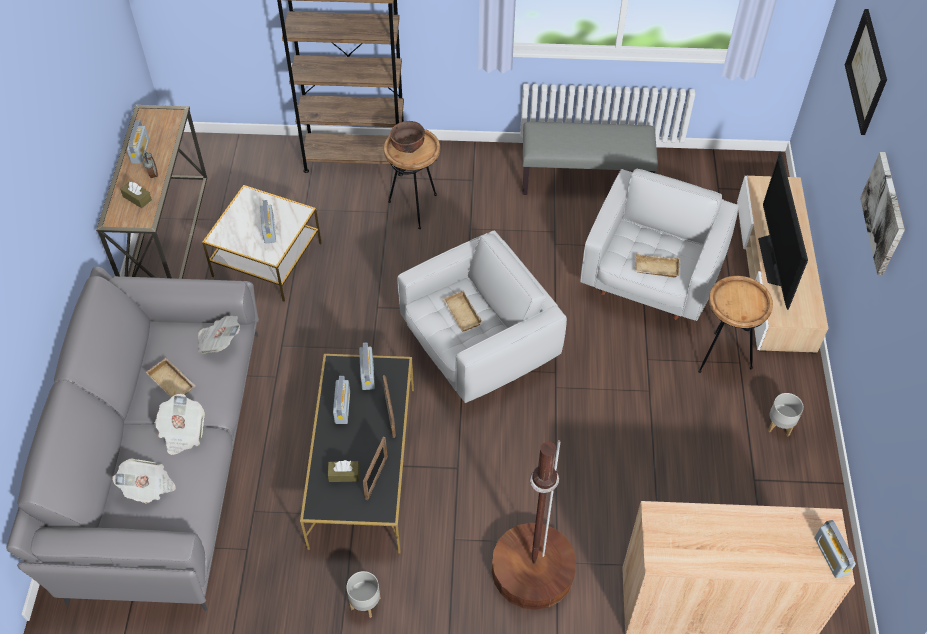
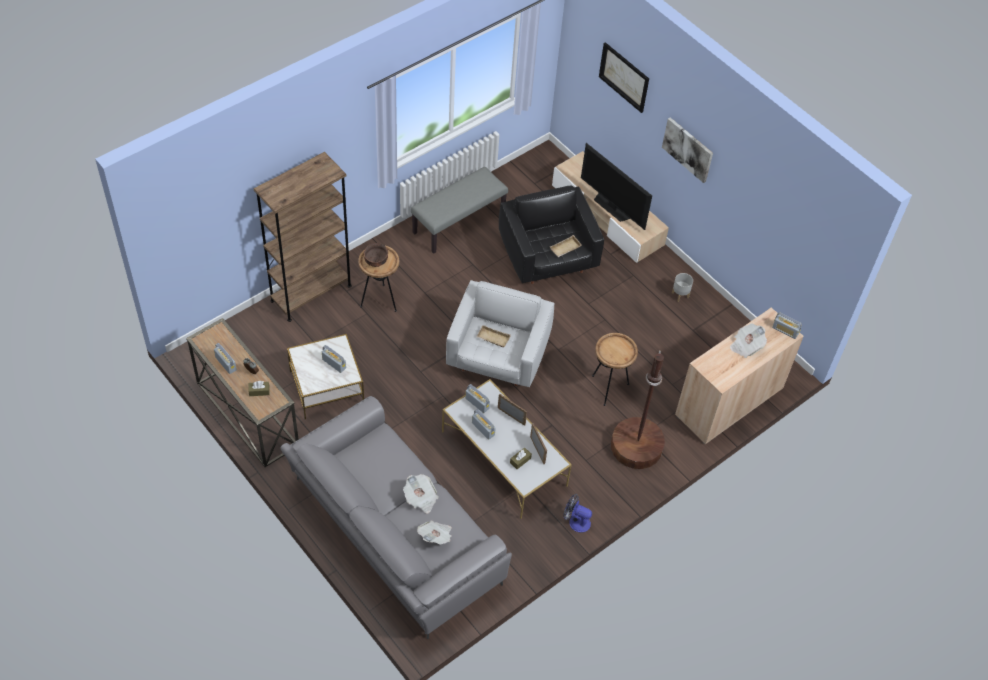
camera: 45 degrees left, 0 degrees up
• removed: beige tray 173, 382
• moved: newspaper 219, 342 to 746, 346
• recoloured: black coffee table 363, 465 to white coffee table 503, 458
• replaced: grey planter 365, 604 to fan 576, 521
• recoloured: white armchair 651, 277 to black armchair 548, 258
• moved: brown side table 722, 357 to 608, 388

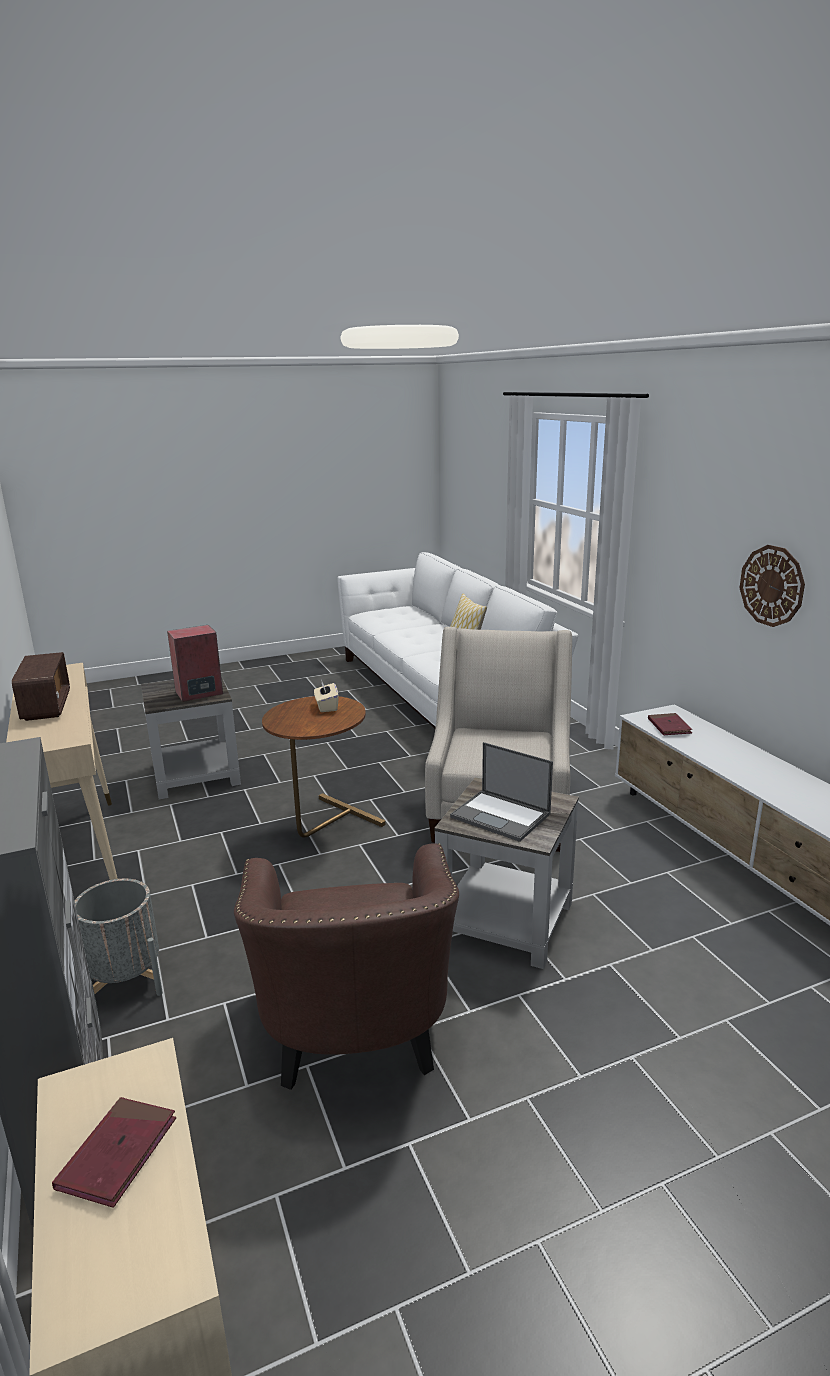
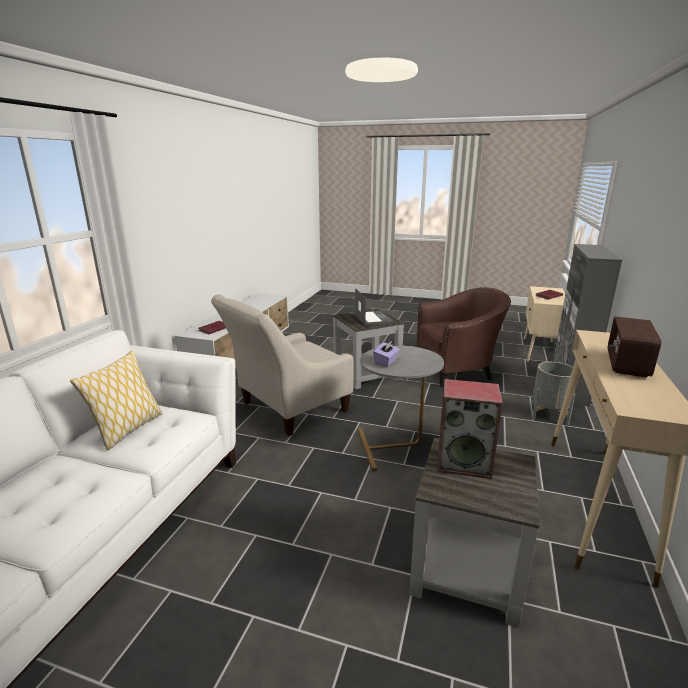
camera: 140 degrees left, 0 degrees up
• turned: brown armchair 355, 1032 = 458, 370 45 degrees clockwise
• recoloured: brown side table 323, 827 to grey side table 396, 447
• recoloured: beige tissue box 326, 707 to purple tissue box 386, 362
• removed: wall clock 772, 585

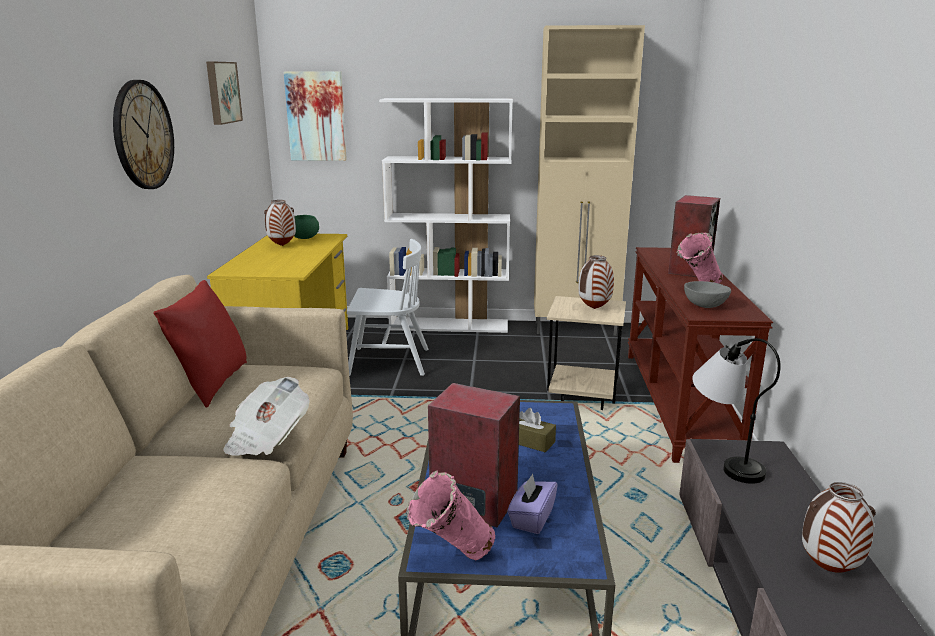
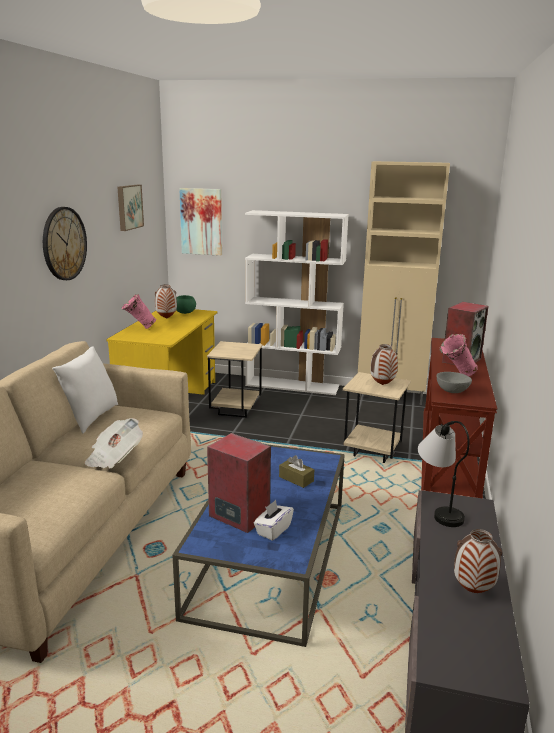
camera: 10 degrees right, 0 degrees up
• recoloured: red pillow 211, 384 to white pillow 90, 418
• replaced: white chair 388, 362 to beige side table 236, 410
• moved: pink vase 450, 560 to 139, 328
• recoloured: purple tissue box 531, 518 to white tissue box 273, 530

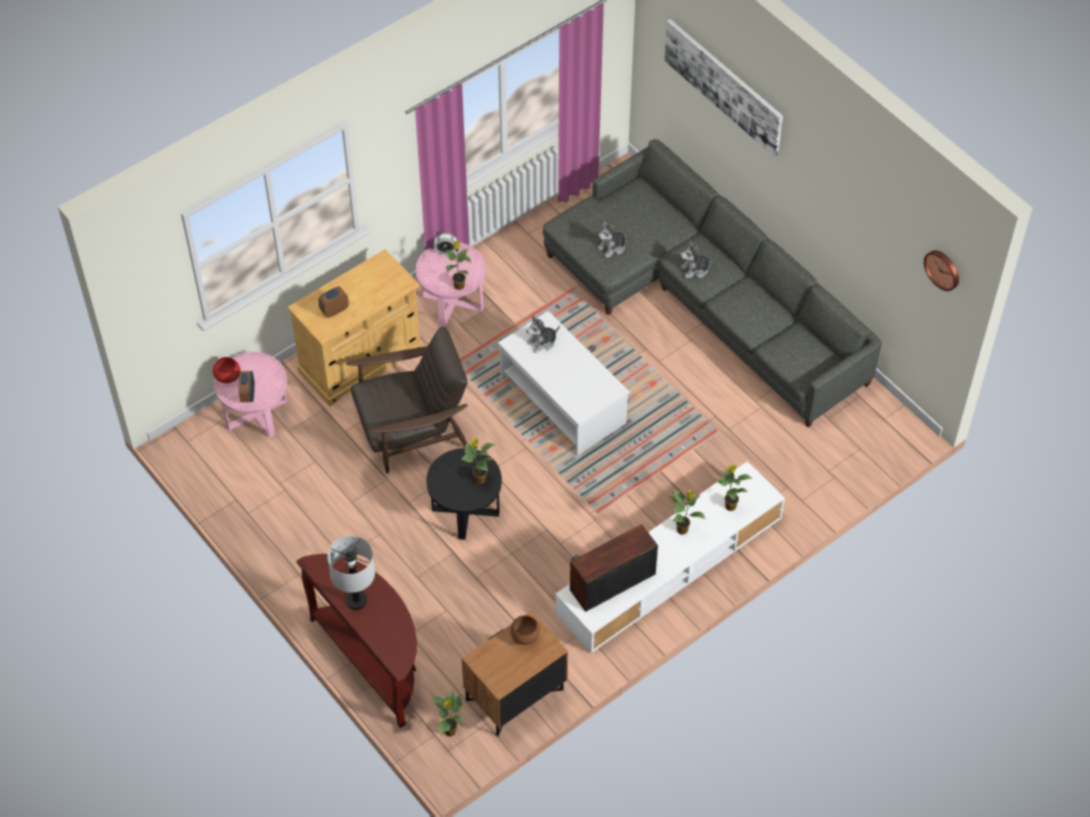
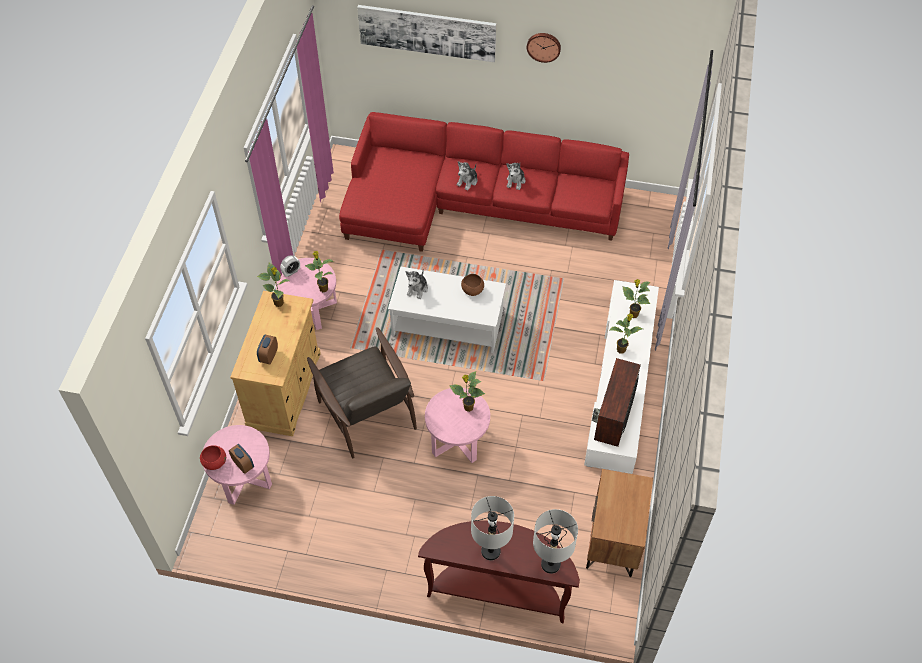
camera: 40 degrees left, 0 degrees up
• turned: brown armchair 411, 429 = 366, 412 120 degrees clockwise
• recoloured: black side table 465, 510 to pink side table 457, 440
• moved: potted plant 450, 732 to 279, 303
• moved: brown bowl 524, 636 to 472, 290
• recoloured: grey sofa 704, 298 to red sofa 471, 203
• moved: plush toy 612, 247 to 515, 181
• moved: wall clock 943, 269 to 544, 46
• added: grey table lamp 550, 564

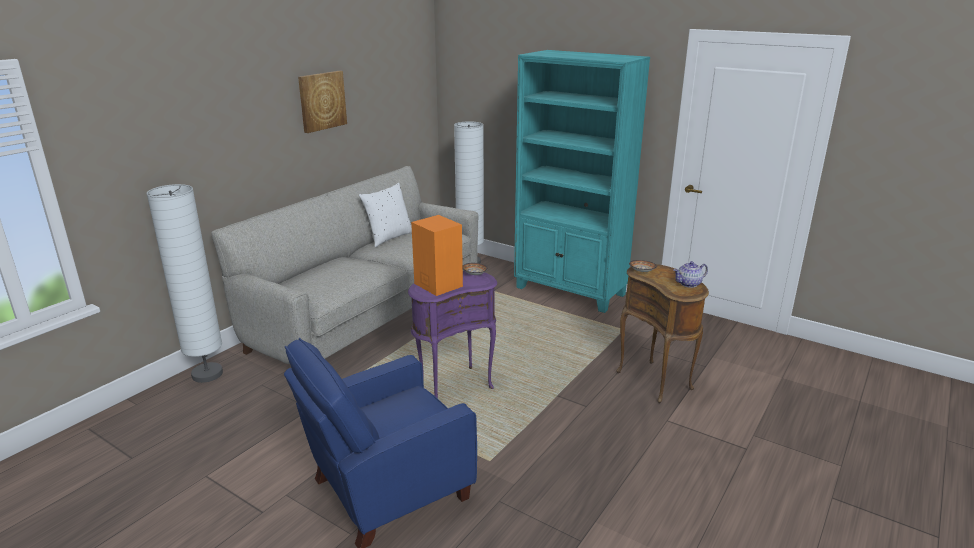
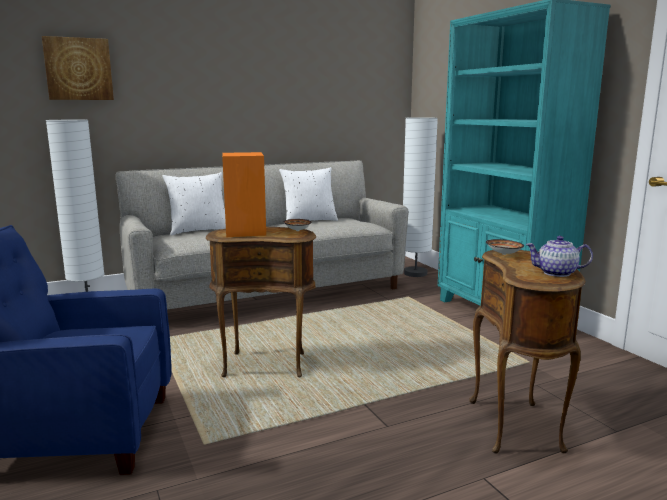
camera: 30 degrees right, 10 degrees down
• moved: picture 322, 101 to 78, 69
• recoloured: purple side table 454, 385 to brown side table 266, 364
• added: white pillow 198, 230

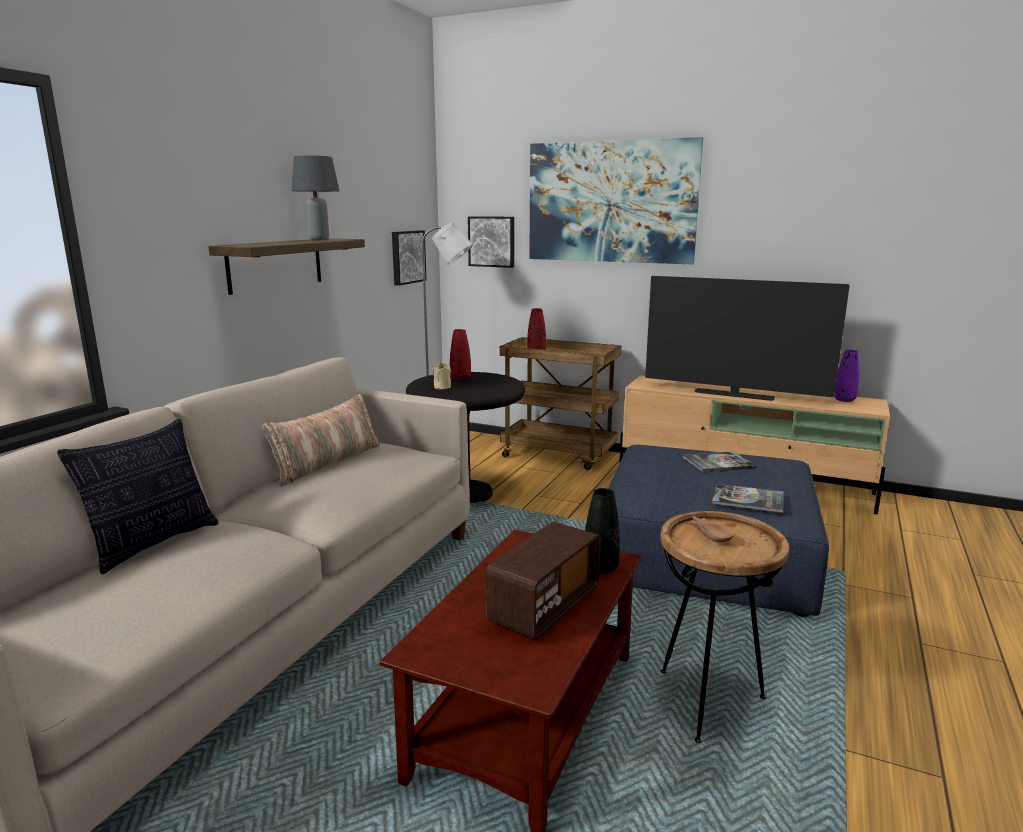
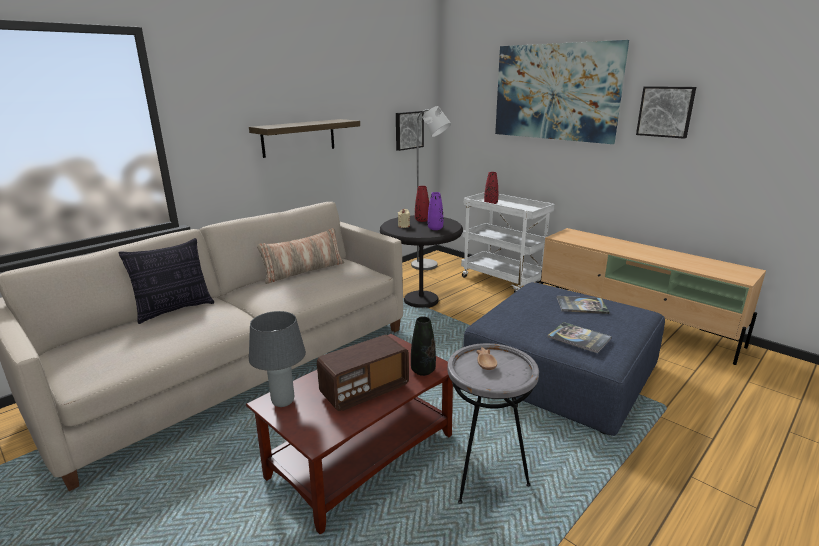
camera: 20 degrees right, 5 degrees up
• moved: grey table lamp 319, 239 to 283, 401
• moved: picture 492, 241 to 665, 111
• recoloured: brown cart 559, 455 to white cart 503, 280
• removed: television 734, 395
• recoloured: brown side table 707, 703 to grey side table 485, 478
• moved: purple vase 844, 400 to 435, 228

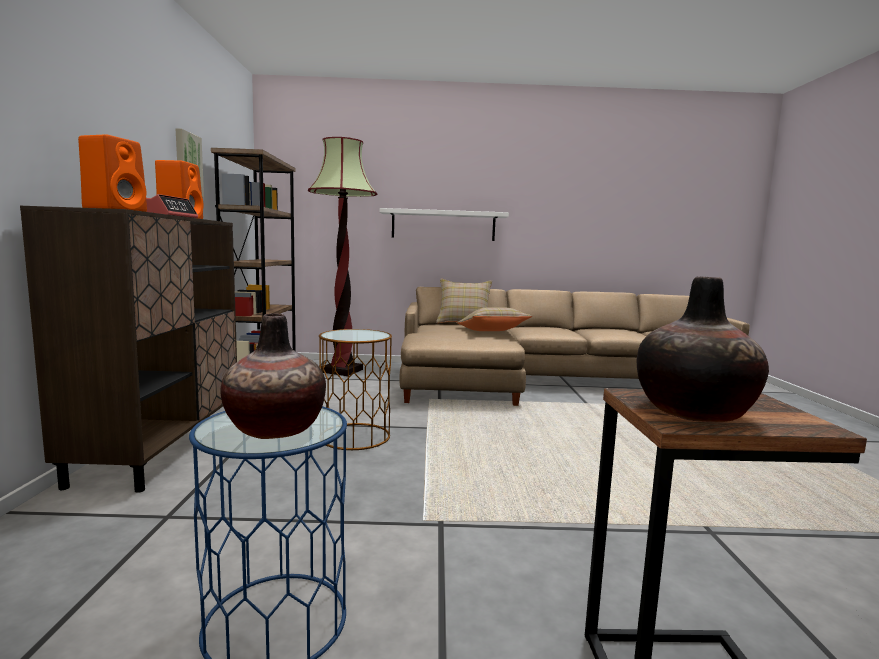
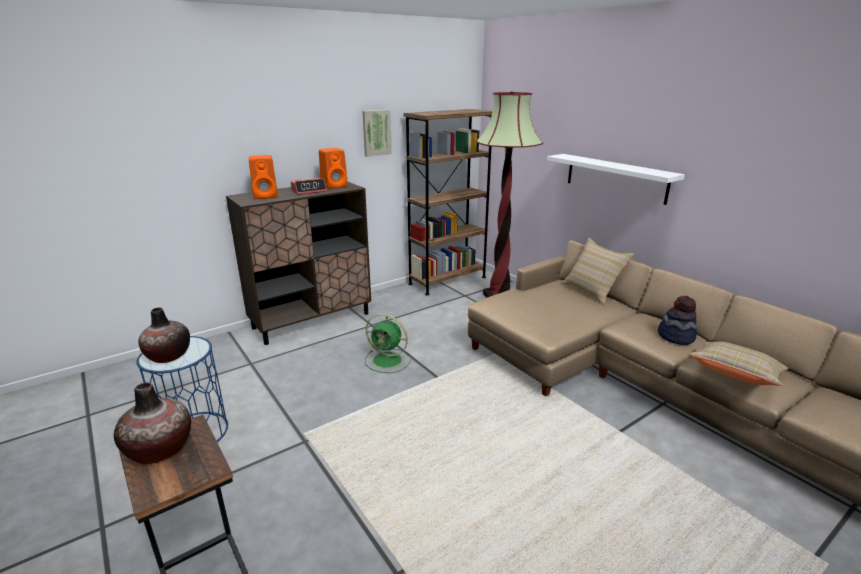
camera: 55 degrees right, 15 degrees up
• replaced: brown side table 355, 436 to green fan 388, 360
• moved: beige pillow 492, 332 to 734, 376
• added: hat 675, 336

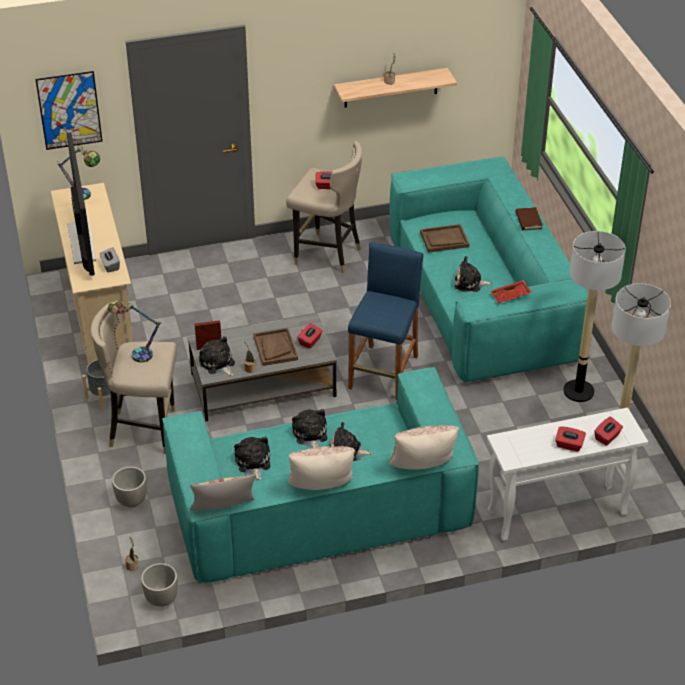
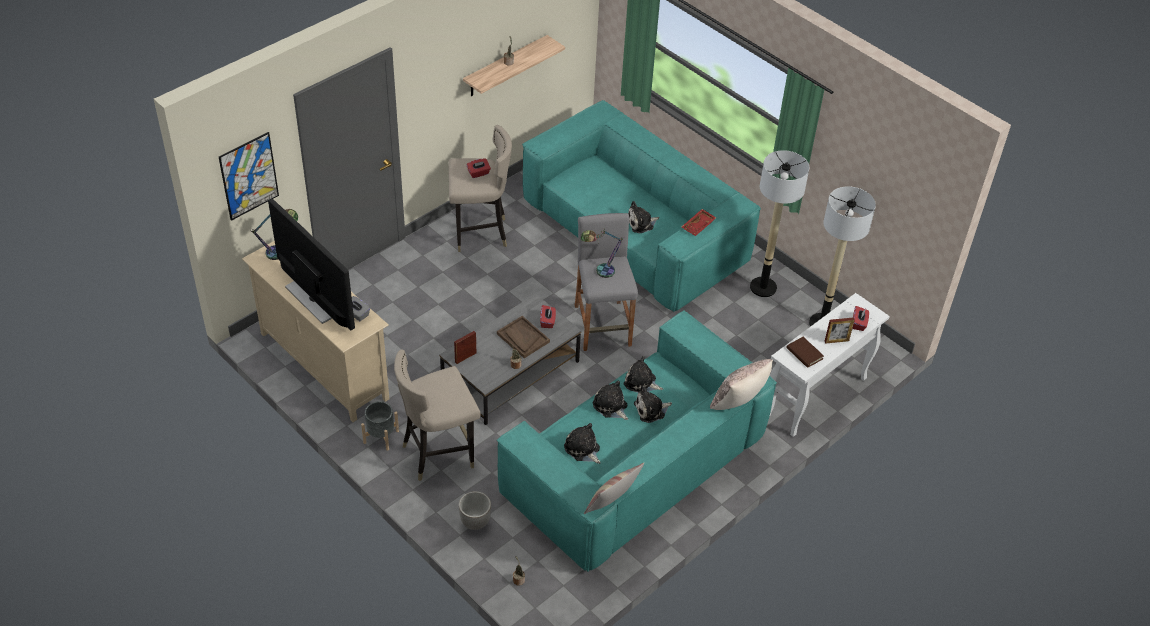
camera: 30 degrees left, 5 degrees up
• moved: table lamp 136, 353 to 599, 271
• removed: planter 161, 599
• moved: plush toy 218, 364 to 641, 383
• removed: beige pillow 321, 489
• recoloured: blue stool 384, 372 to grey stool 602, 325
• removed: brown tray 444, 239
• moved: brown book 528, 220 to 804, 353
• replaced: red tissue box 569, 445 to picture frame 836, 341

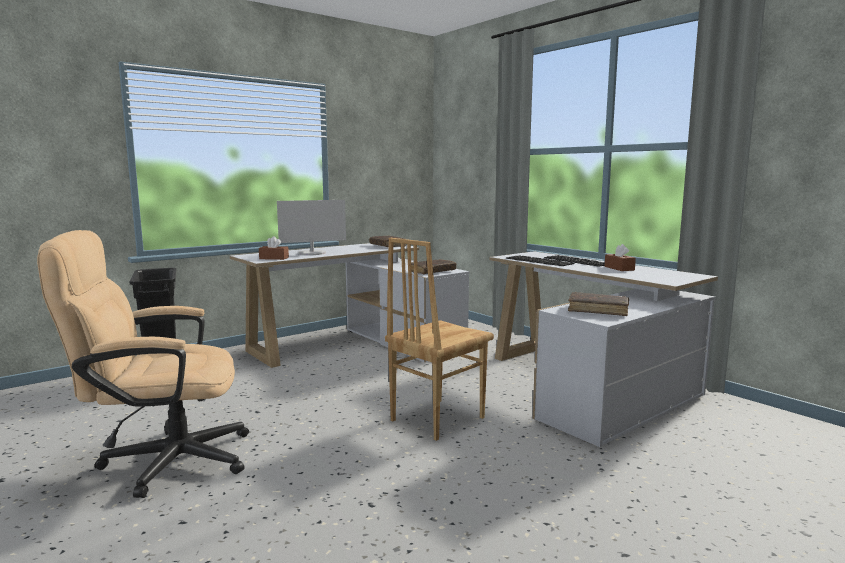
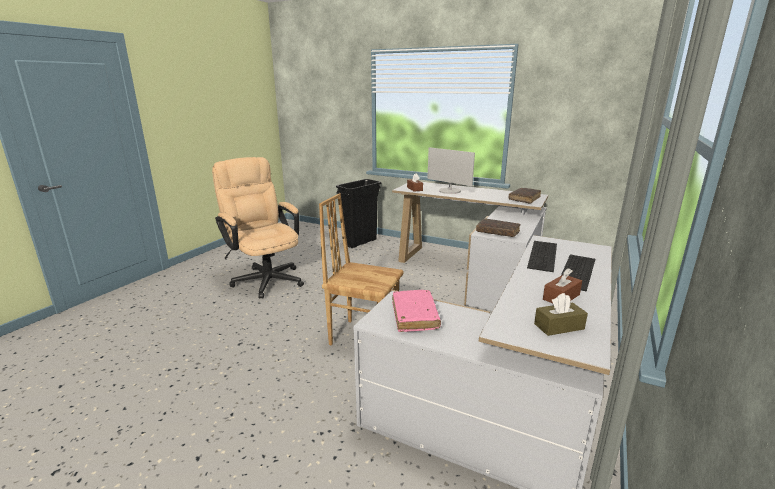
camera: 65 degrees right, 10 degrees up
• recoloured: brown book 598, 310 to pink book 414, 316
• added: brown tissue box 559, 326

